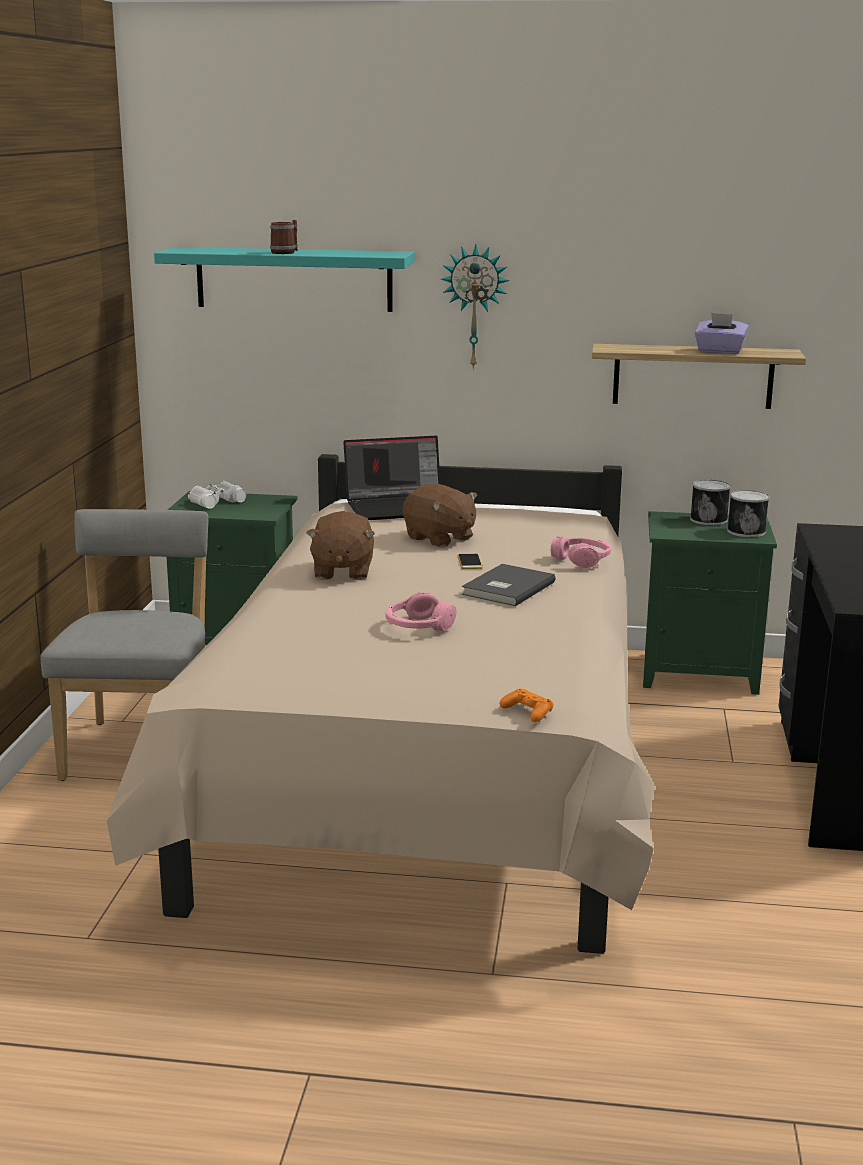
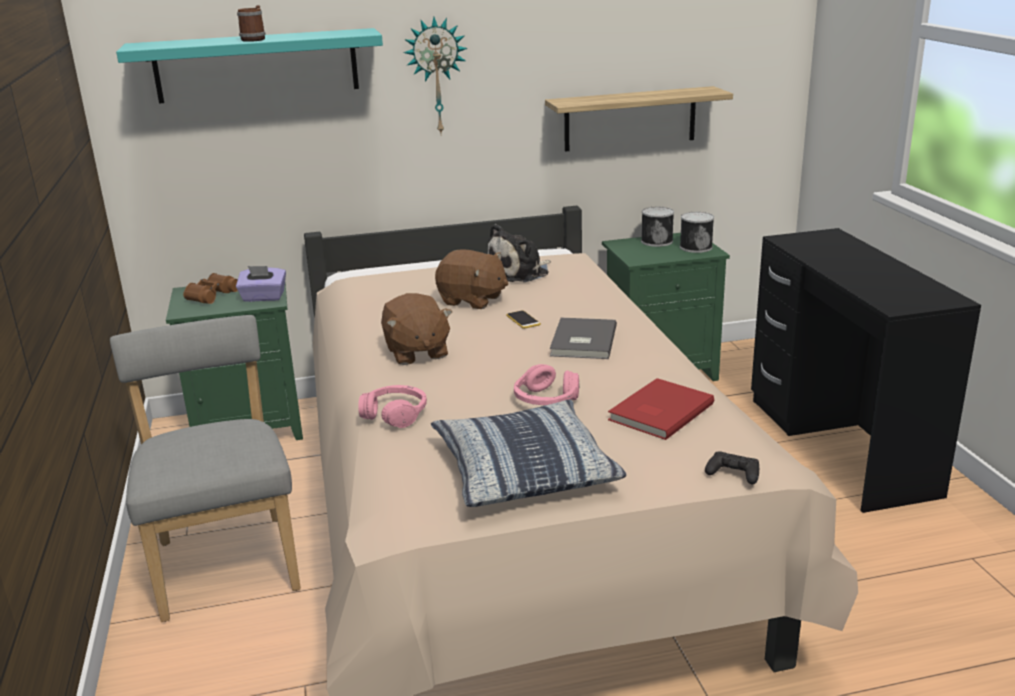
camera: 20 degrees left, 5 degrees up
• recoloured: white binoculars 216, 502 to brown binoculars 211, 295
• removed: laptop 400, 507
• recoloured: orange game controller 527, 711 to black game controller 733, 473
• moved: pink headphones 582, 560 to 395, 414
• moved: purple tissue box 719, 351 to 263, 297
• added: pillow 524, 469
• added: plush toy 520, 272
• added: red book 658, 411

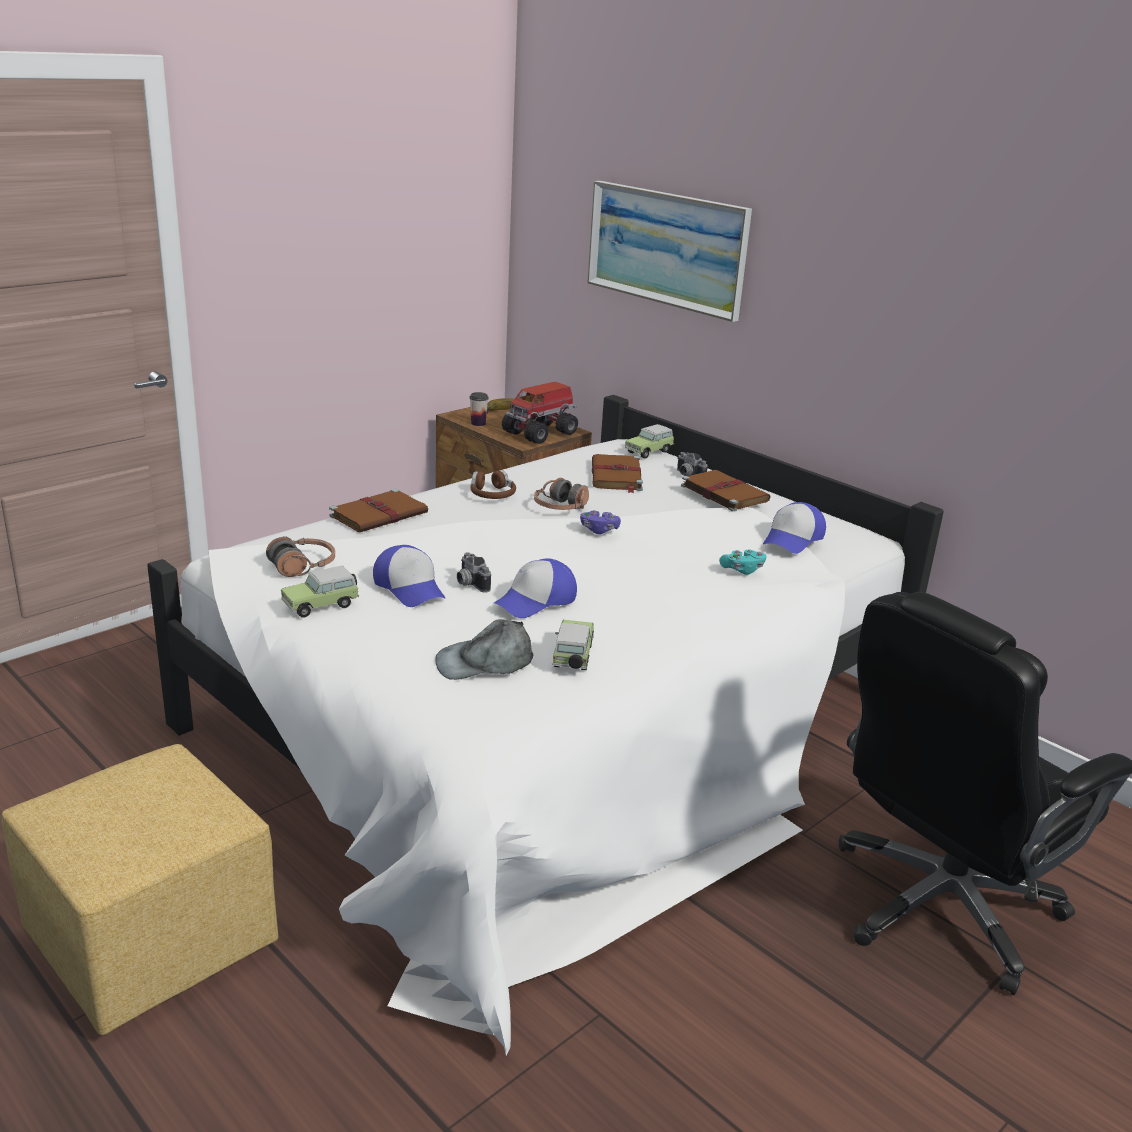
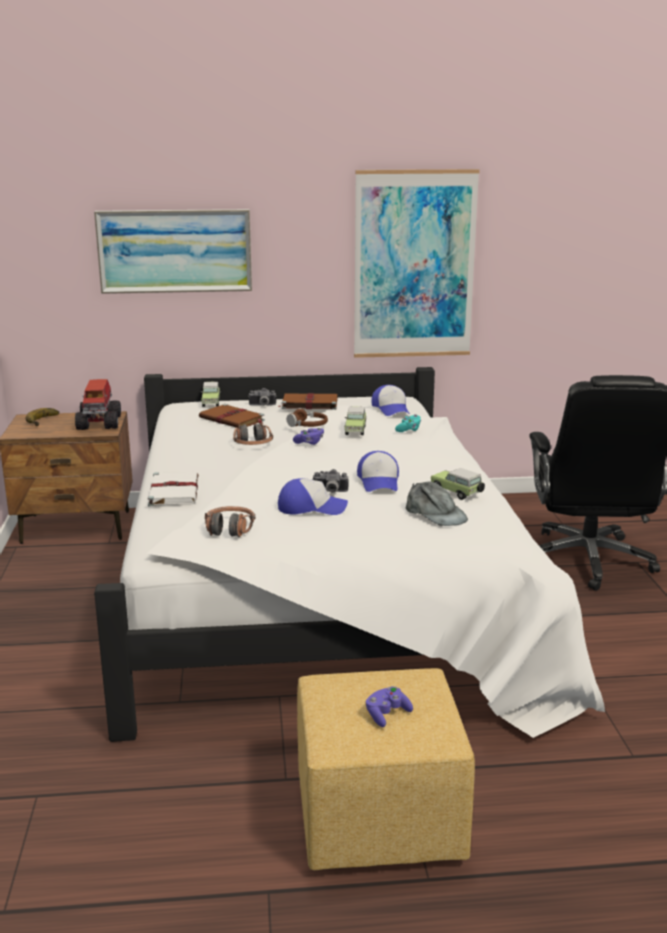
camera: 50 degrees left, 5 degrees down
• moved: toy car 323, 605 to 355, 430
• recoloured: brown book 380, 514 to white book 174, 491
• turned: grey cap 485, 662 = 435, 514 60 degrees counterclockwise
• removed: cup 478, 423
• moved: brown headphones 492, 494 to 308, 425
• added: picture 414, 265
• added: purple game controller 387, 714

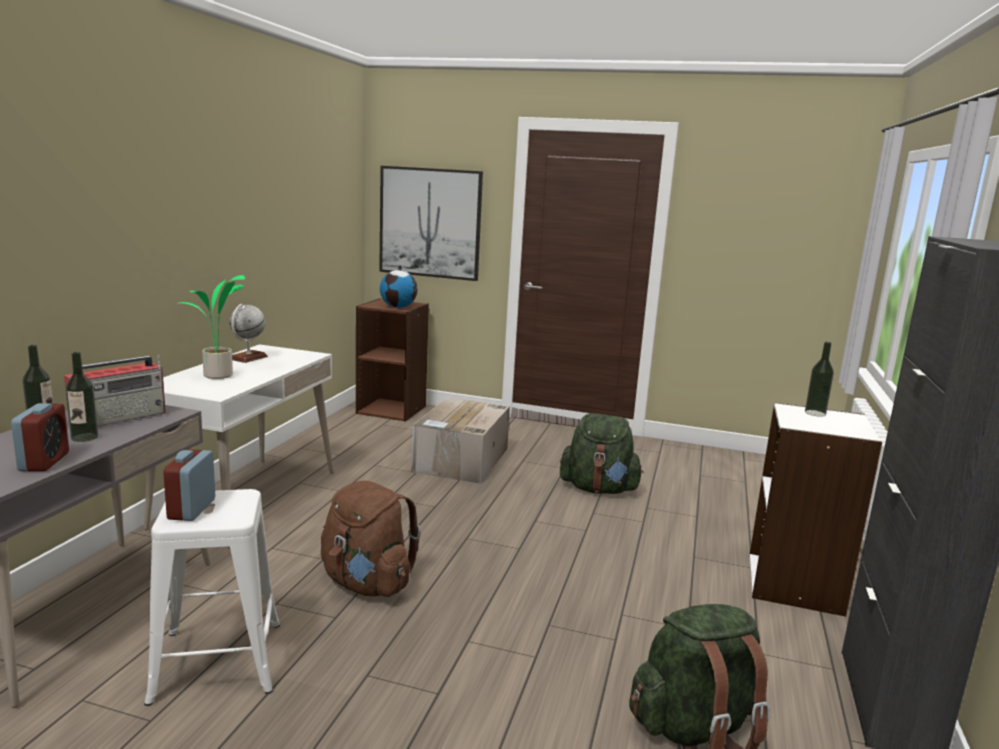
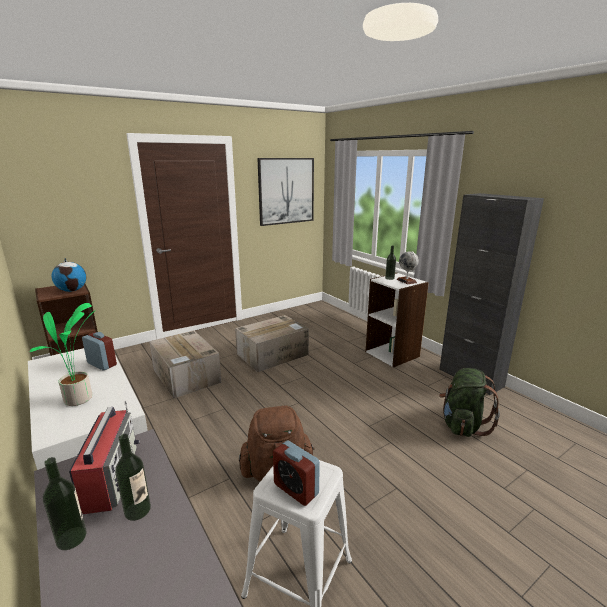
camera: 50 degrees left, 5 degrees up
• moved: alarm clock 44, 462 to 102, 364
• moved: globe 248, 358 to 406, 281
• moved: picture 430, 223 to 286, 191
• replaced: green backpack 598, 489 to cardboard box 273, 354

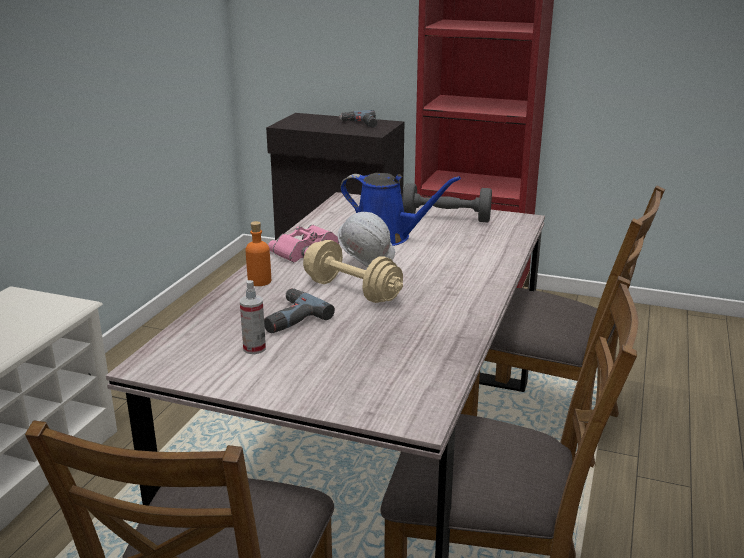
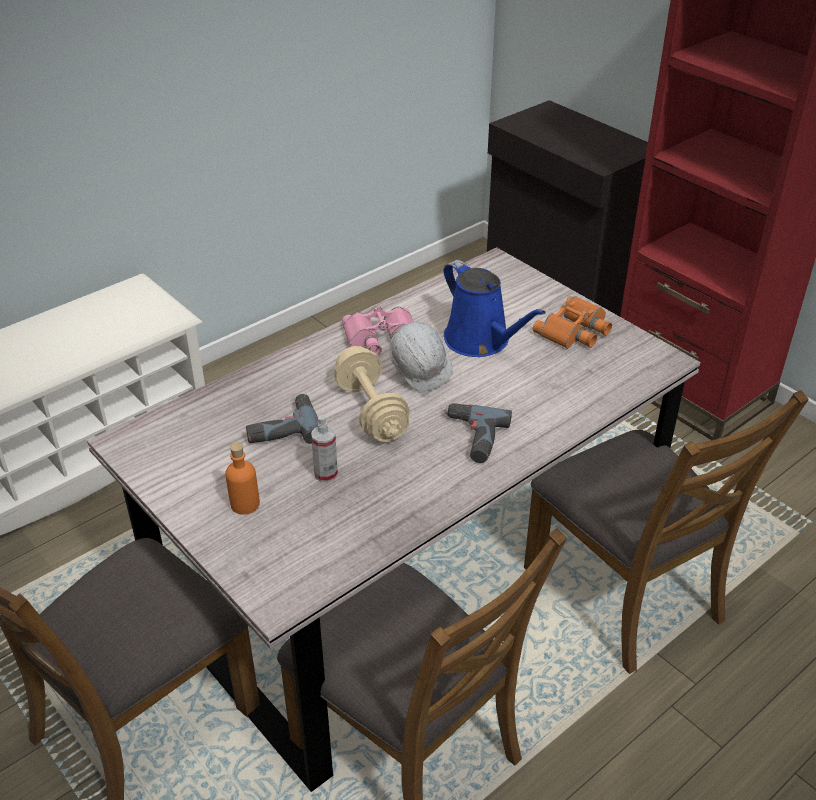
camera: 30 degrees right, 15 degrees up
• moved: spray bottle 254, 348 to 326, 474
• moved: orange bottle 259, 281 to 245, 504
• moved: power drill 360, 124 to 472, 438
• replaced: grey dumbbell 446, 218 to orange binoculars 575, 330

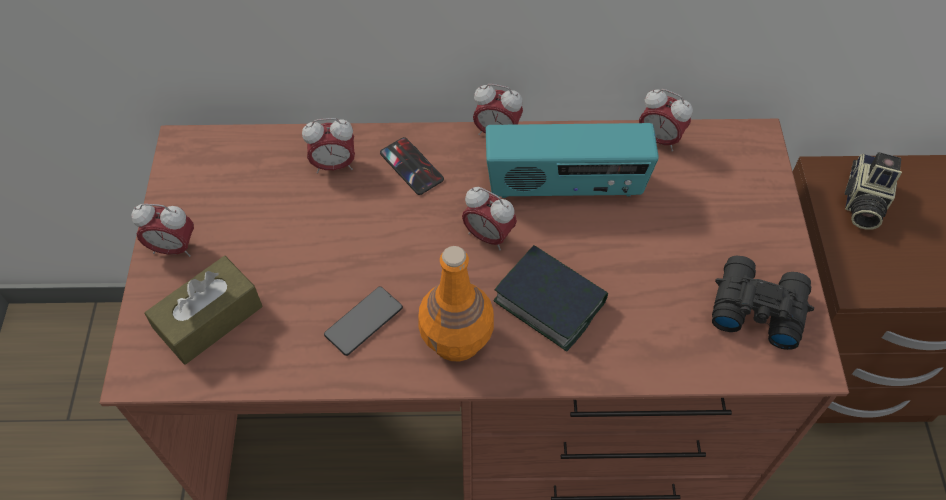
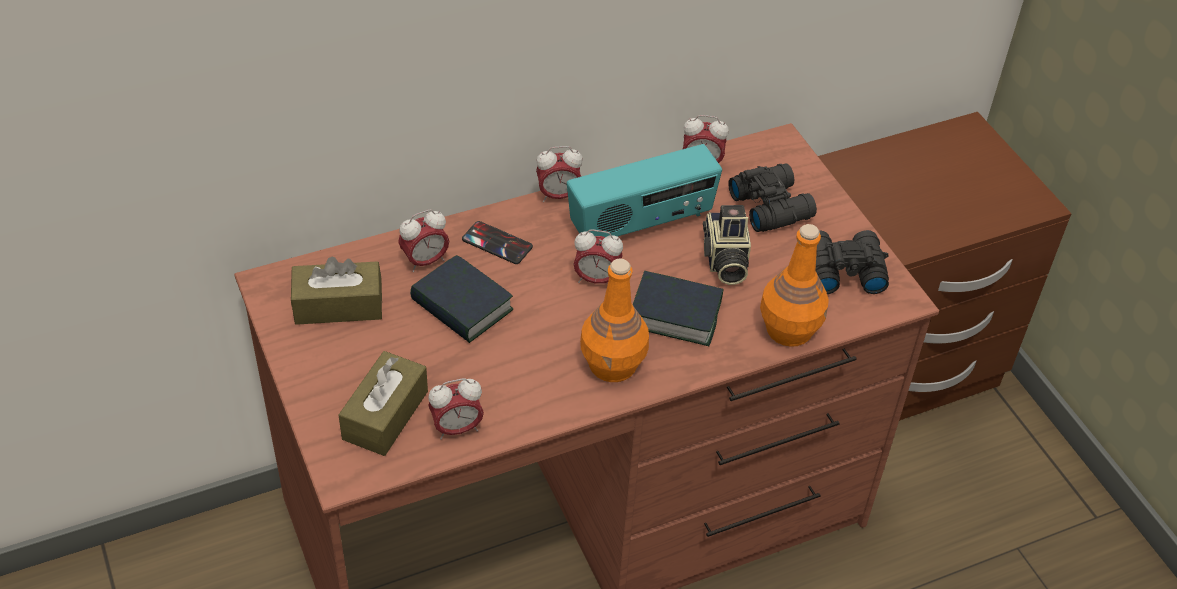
camera: 25 degrees left, 10 degrees down
• moved: alarm clock 173, 248 to 457, 428
• removed: phone 364, 321
• moved: photo camera 862, 202 to 724, 261
• added: brown tissue box 338, 305
• added: book 462, 306
• added: black binoculars 771, 205
• added: orange bottle 789, 329

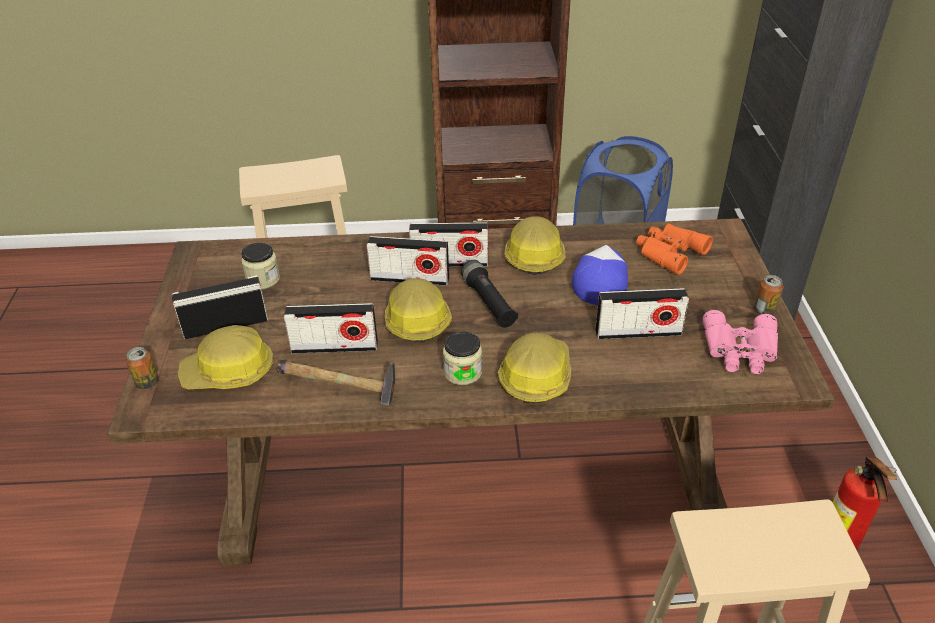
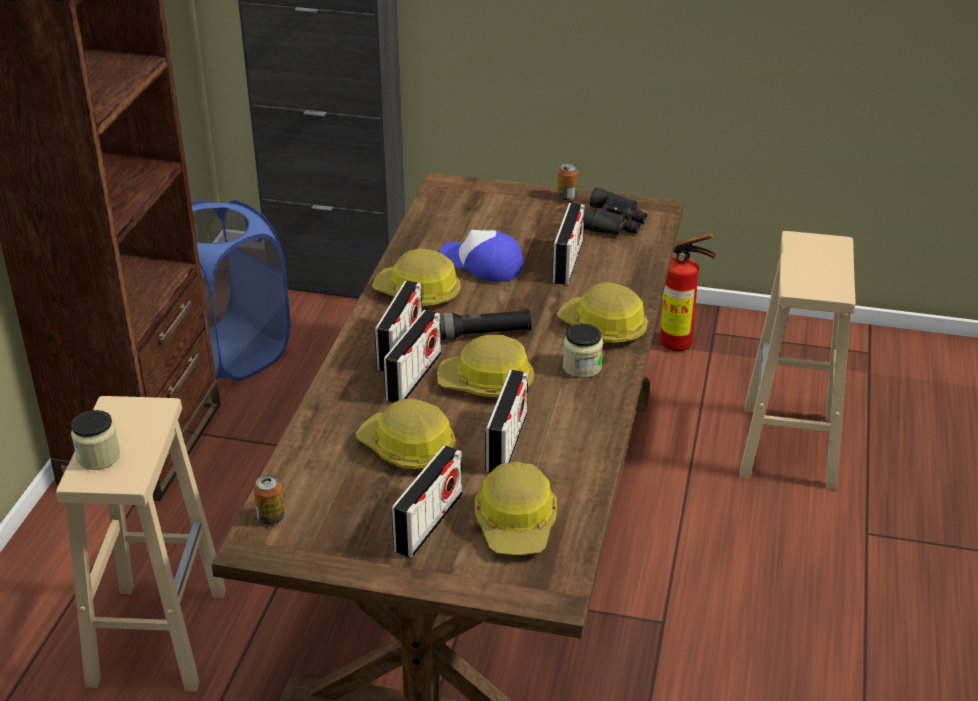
camera: 75 degrees left, 5 degrees down
• moved: can 147, 383 to 271, 518
• turned: radio 225, 325 = 428, 523 150 degrees counterclockwise
• moved: jar 263, 279 to 98, 457
• removed: hammer 340, 388
• removed: orange binoculars 668, 252
• recoloured: pink binoculars 740, 350 to black binoculars 613, 222
• added: hard hat 407, 448

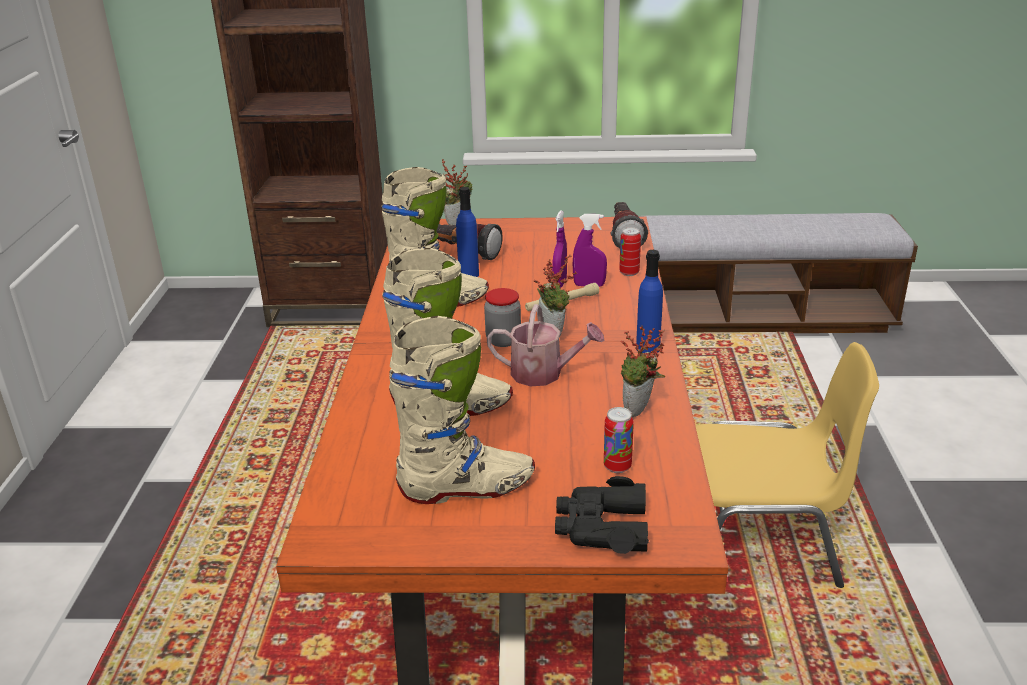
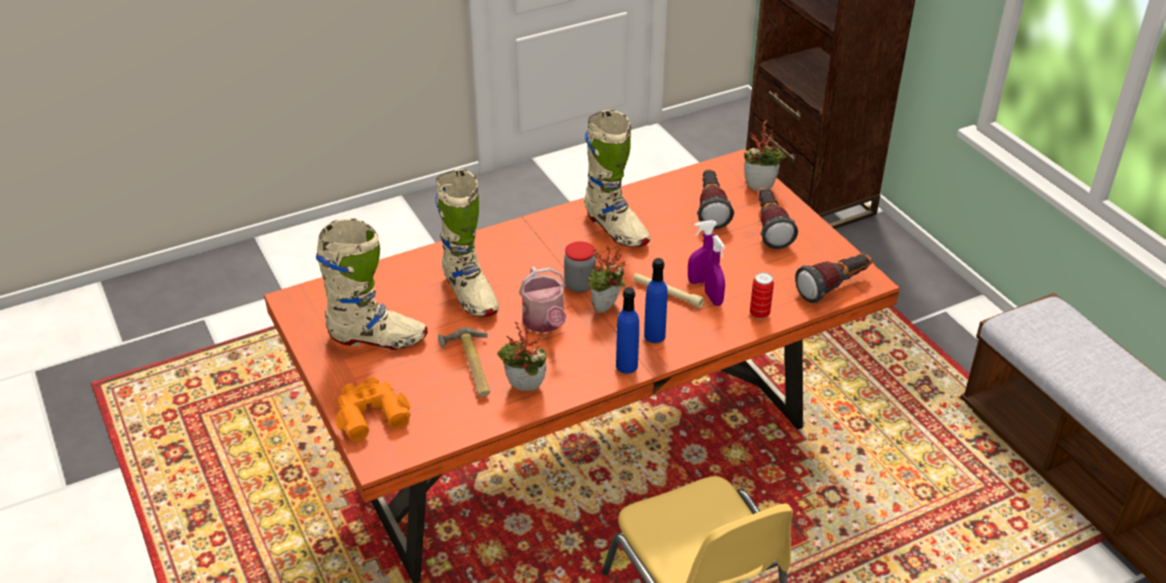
camera: 60 degrees right, 10 degrees up
• turned: beige boot 467, 488 = 377, 339 45 degrees counterclockwise
• moved: blue bottle 468, 274 to 654, 336
• recoloured: black binoculars 601, 527 to orange binoculars 370, 413
• removed: can 617, 466
• added: hammer 469, 366
• added: flashlight 770, 228

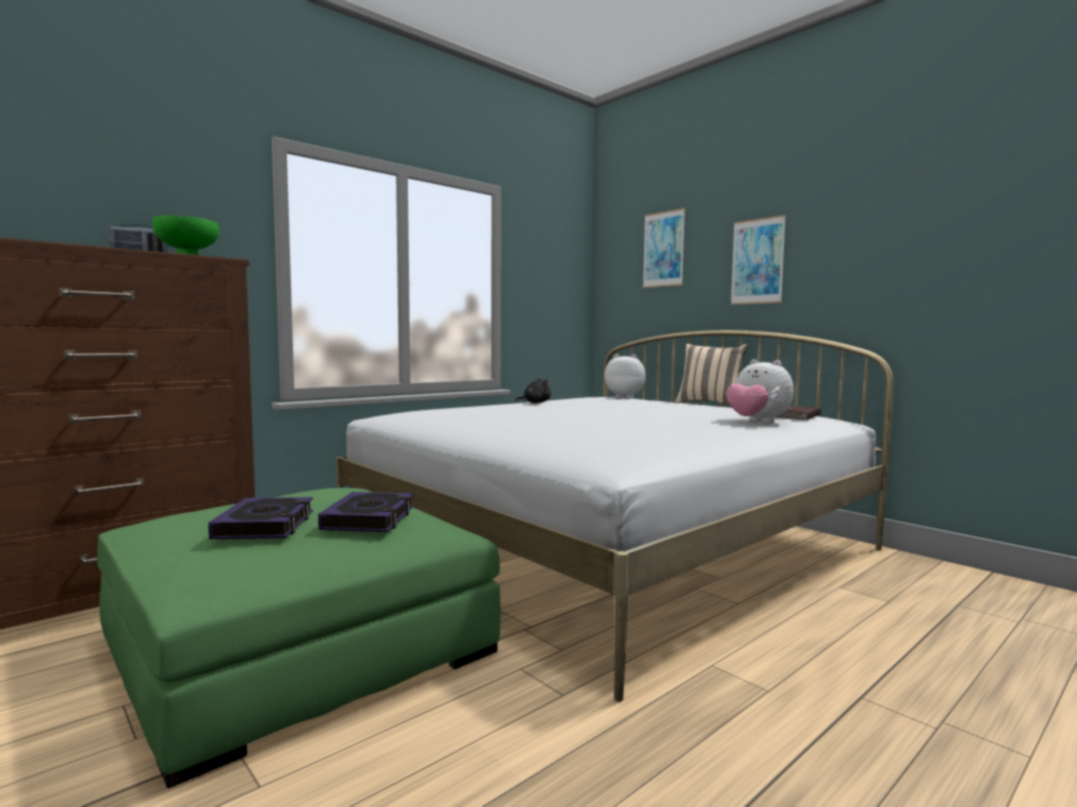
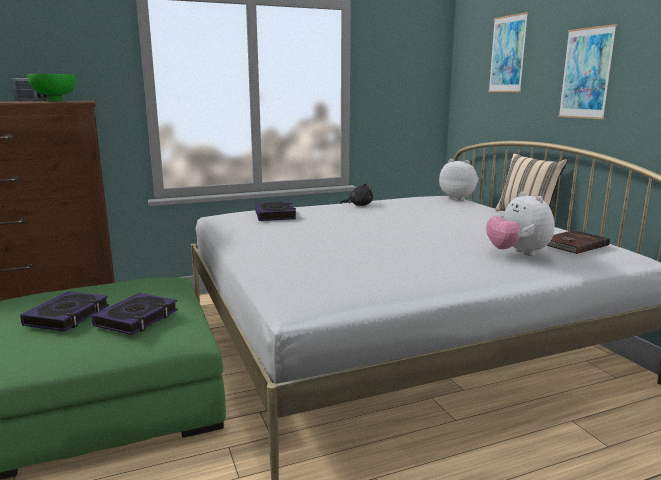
camera: 20 degrees right, 10 degrees up
• added: book 275, 215

